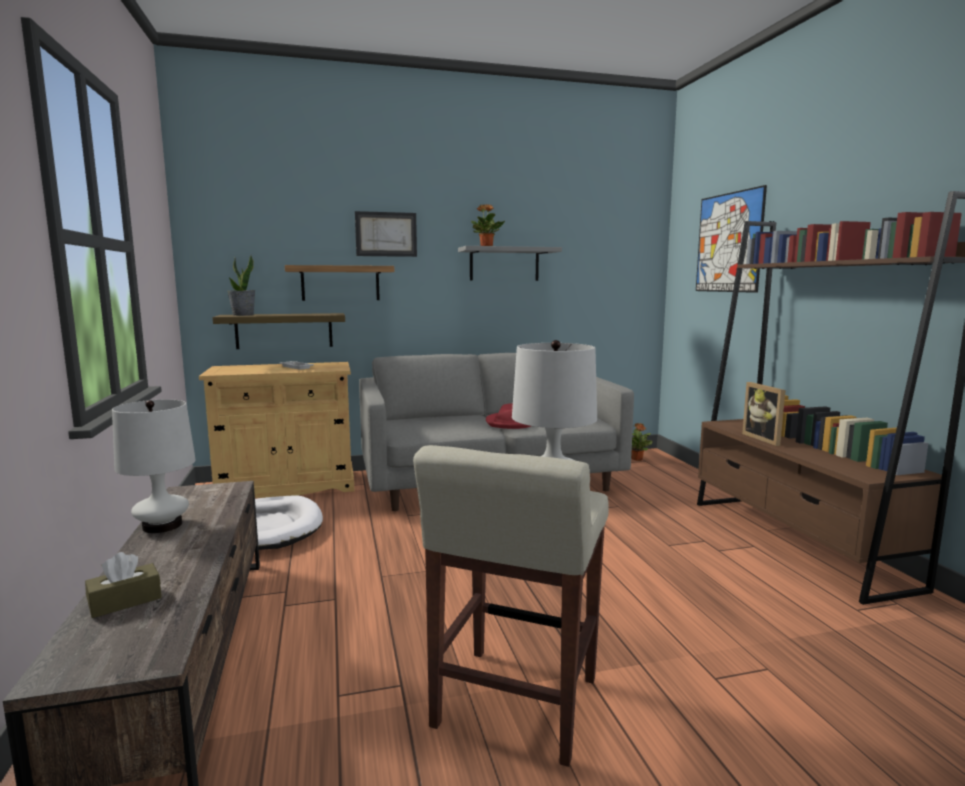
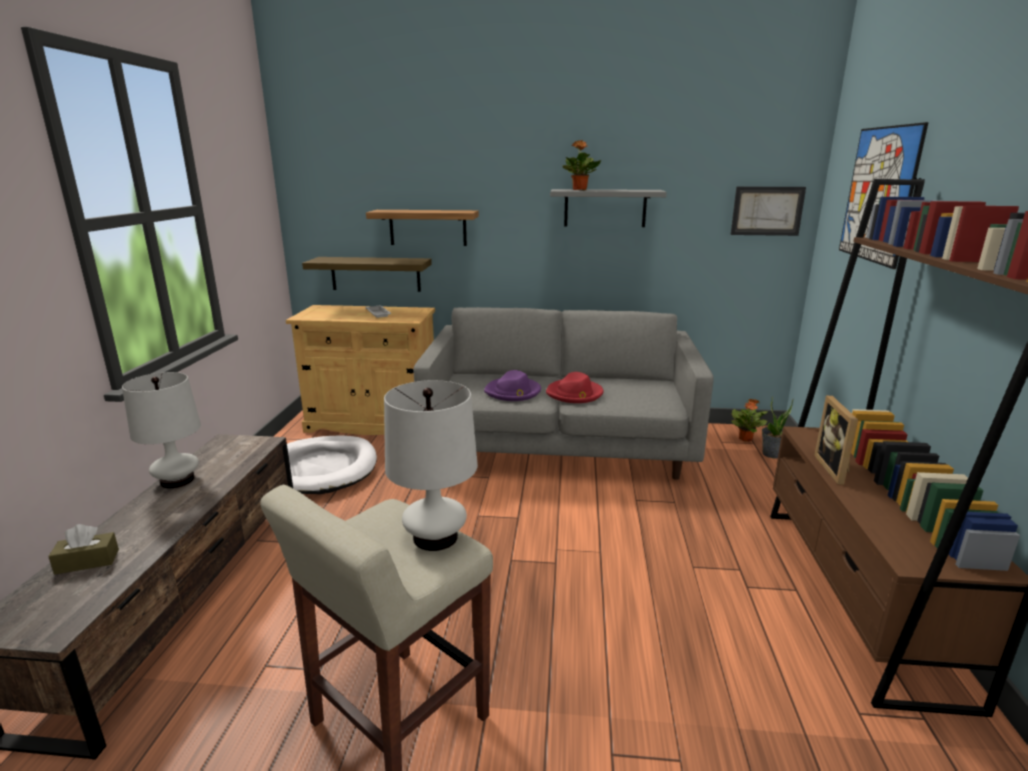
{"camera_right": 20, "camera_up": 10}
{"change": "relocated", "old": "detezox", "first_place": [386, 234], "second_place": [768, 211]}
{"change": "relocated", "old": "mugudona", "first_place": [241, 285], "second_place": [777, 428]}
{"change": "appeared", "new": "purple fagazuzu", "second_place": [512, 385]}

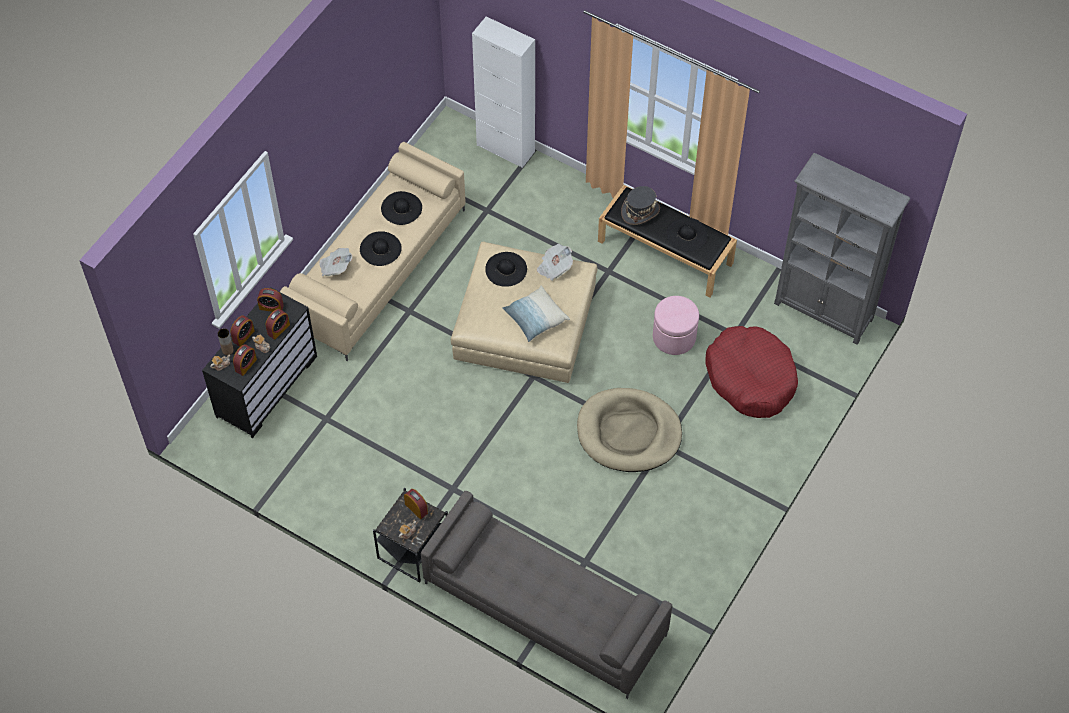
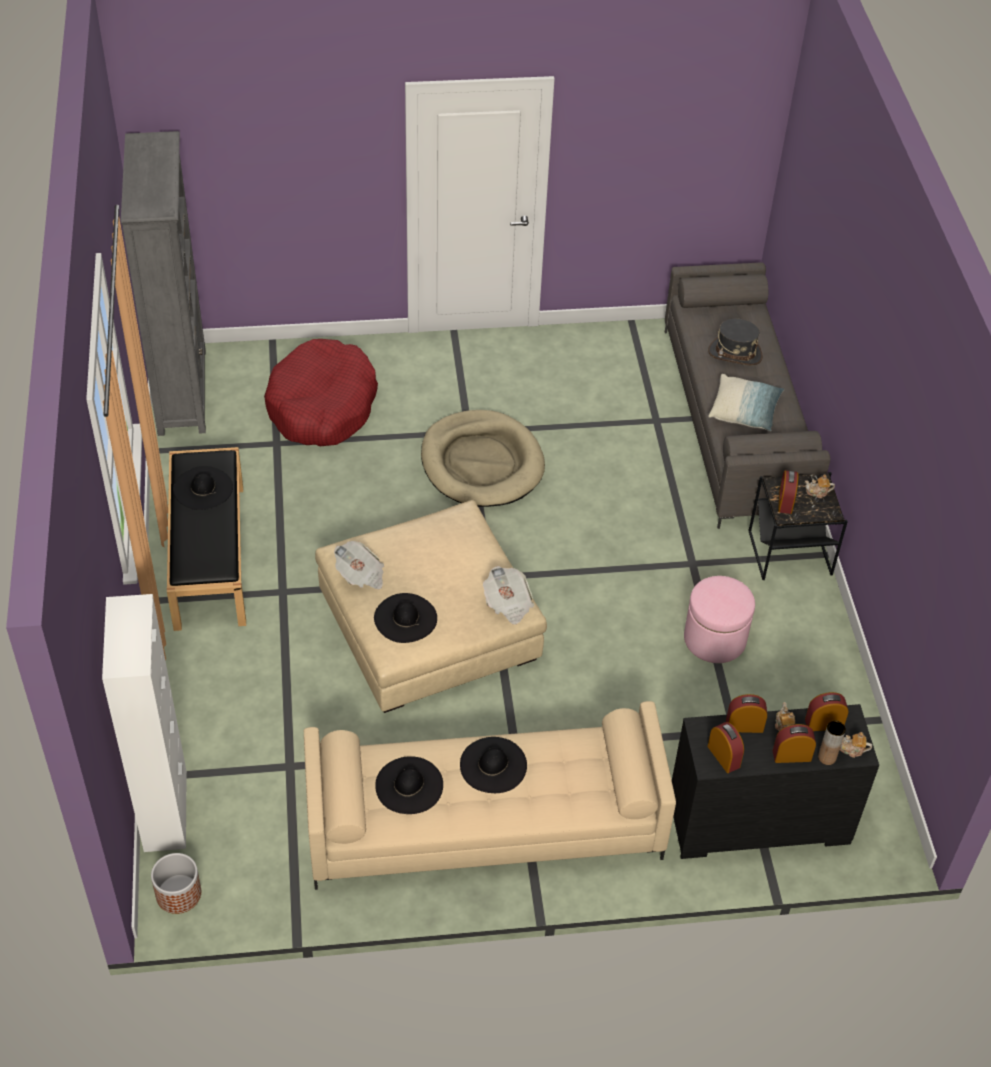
{"camera_right": -130, "camera_up": -10}
{"change": "relocated", "old": "grey fagazuzu", "first_place": [640, 205], "second_place": [735, 342]}
{"change": "relocated", "old": "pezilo", "first_place": [335, 262], "second_place": [508, 595]}
{"change": "relocated", "old": "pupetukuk", "first_place": [536, 314], "second_place": [746, 402]}
{"change": "relocated", "old": "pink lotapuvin", "first_place": [676, 325], "second_place": [719, 619]}
{"change": "appeared", "new": "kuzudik", "second_place": [176, 883]}

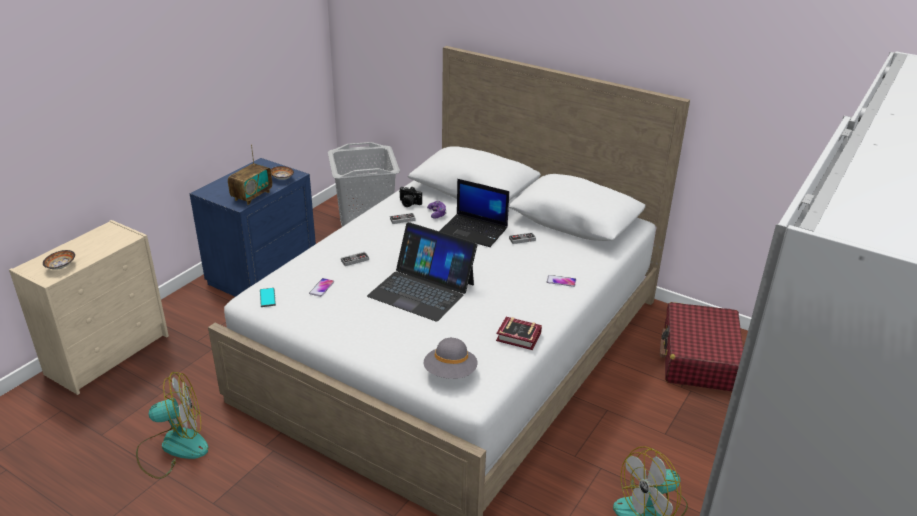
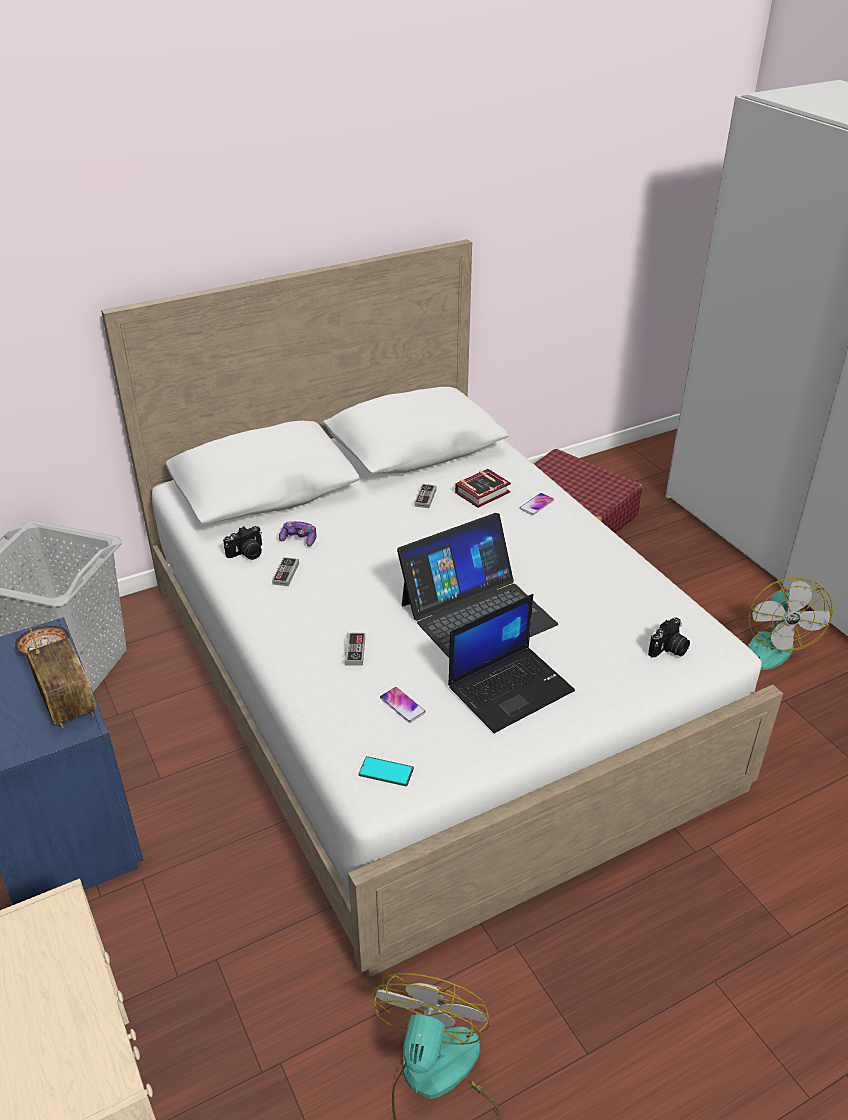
{"camera_right": -60, "camera_up": 5}
{"change": "relocated", "old": "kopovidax", "first_place": [474, 213], "second_place": [511, 663]}
{"change": "missing", "old": "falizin", "first_place": [59, 260]}
{"change": "relocated", "old": "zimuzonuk", "first_place": [519, 333], "second_place": [483, 488]}
{"change": "exchanged", "old": "grey fagazuzu", "new": "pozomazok", "first_place": [450, 358], "second_place": [669, 637]}

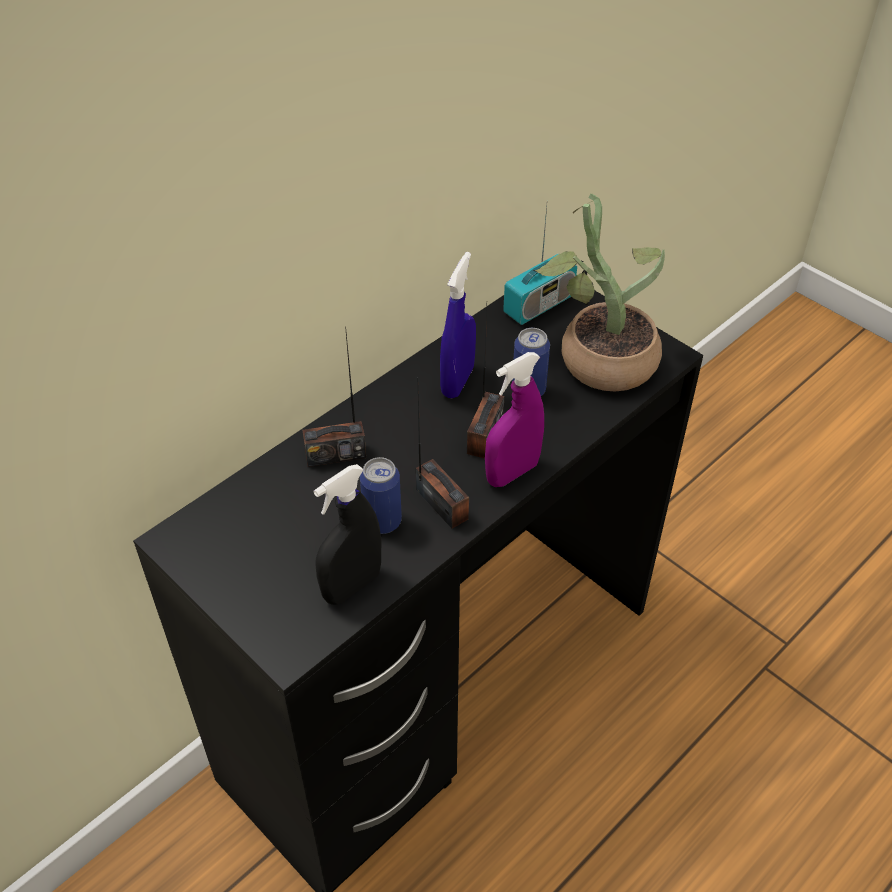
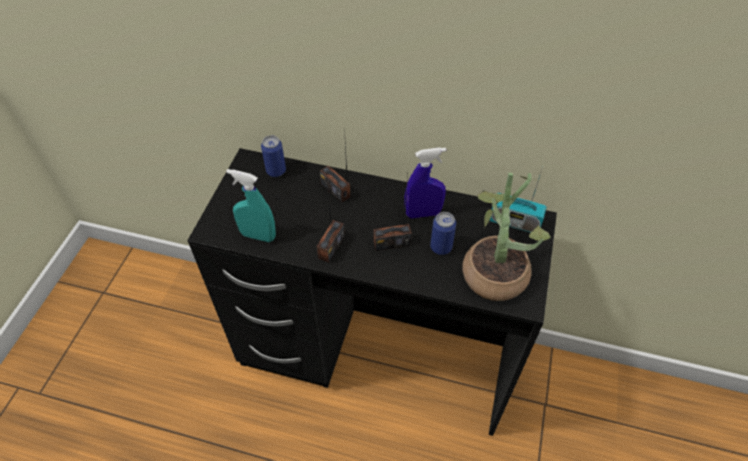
{"camera_right": 60, "camera_up": 5}
{"change": "missing", "old": "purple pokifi", "first_place": [514, 419]}
{"change": "relocated", "old": "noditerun", "first_place": [381, 495], "second_place": [273, 156]}
{"change": "colour", "old": "black pokifi", "new": "turquoise pokifi", "first_place": [347, 534], "second_place": [251, 205]}

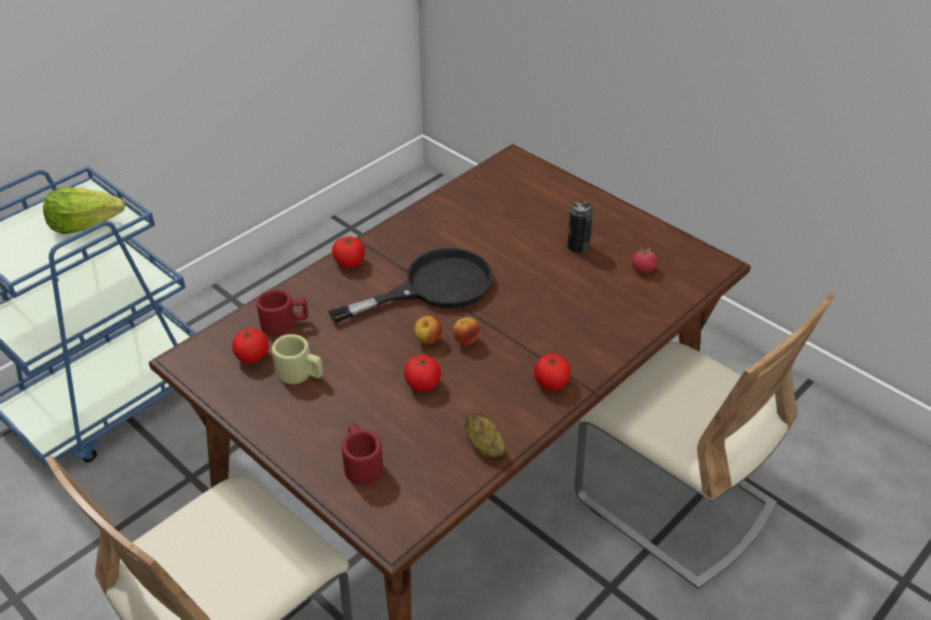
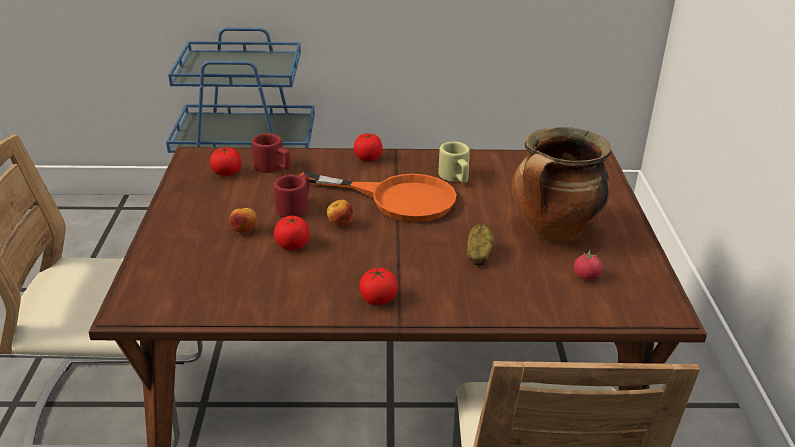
{"camera_right": 45, "camera_up": -10}
{"change": "missing", "old": "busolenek", "first_place": [84, 210]}
{"change": "exchanged", "old": "noditerun", "new": "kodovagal", "first_place": [580, 227], "second_place": [561, 185]}
{"change": "colour", "old": "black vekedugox", "new": "orange vekedugox", "first_place": [410, 285], "second_place": [378, 197]}
{"change": "relocated", "old": "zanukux", "first_place": [466, 331], "second_place": [243, 220]}
{"change": "relocated", "old": "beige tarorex", "first_place": [297, 359], "second_place": [454, 162]}
{"change": "relocated", "old": "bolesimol", "first_place": [486, 437], "second_place": [480, 245]}
{"change": "relocated", "old": "red tarorex", "first_place": [362, 454], "second_place": [291, 195]}

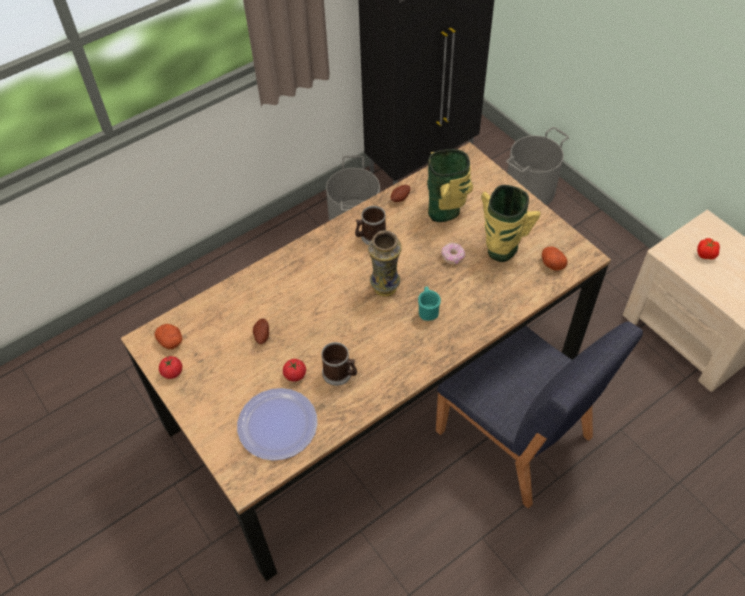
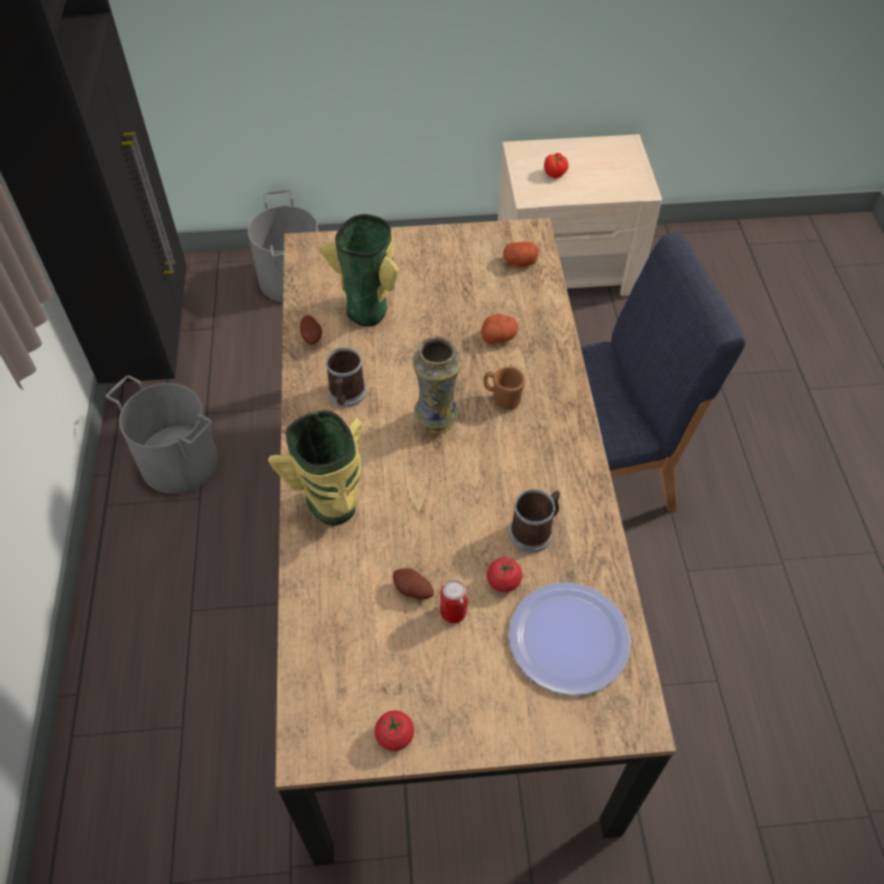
{"camera_right": -60, "camera_up": 0}
{"change": "relocated", "old": "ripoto", "first_place": [511, 223], "second_place": [315, 467]}
{"change": "missing", "old": "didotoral", "first_place": [453, 253]}
{"change": "colour", "old": "turquoise tarorex", "new": "brown tarorex", "first_place": [429, 304], "second_place": [504, 388]}
{"change": "relocated", "old": "bolesimol", "first_place": [168, 336], "second_place": [499, 329]}
{"change": "appeared", "new": "noditerun", "second_place": [454, 601]}

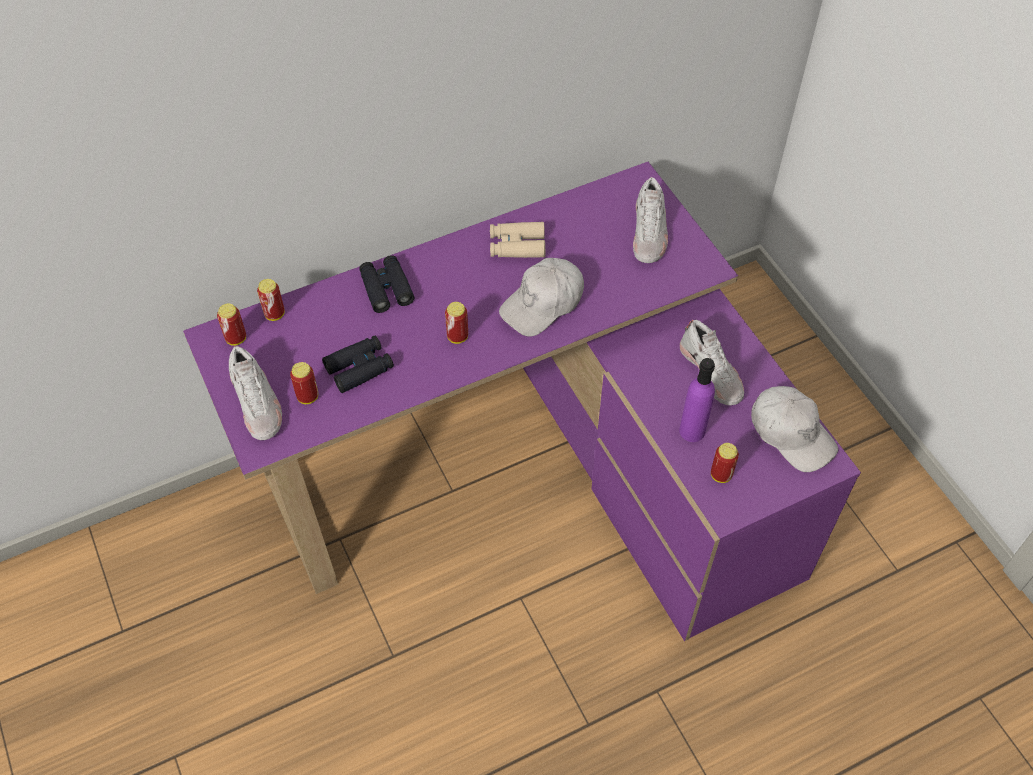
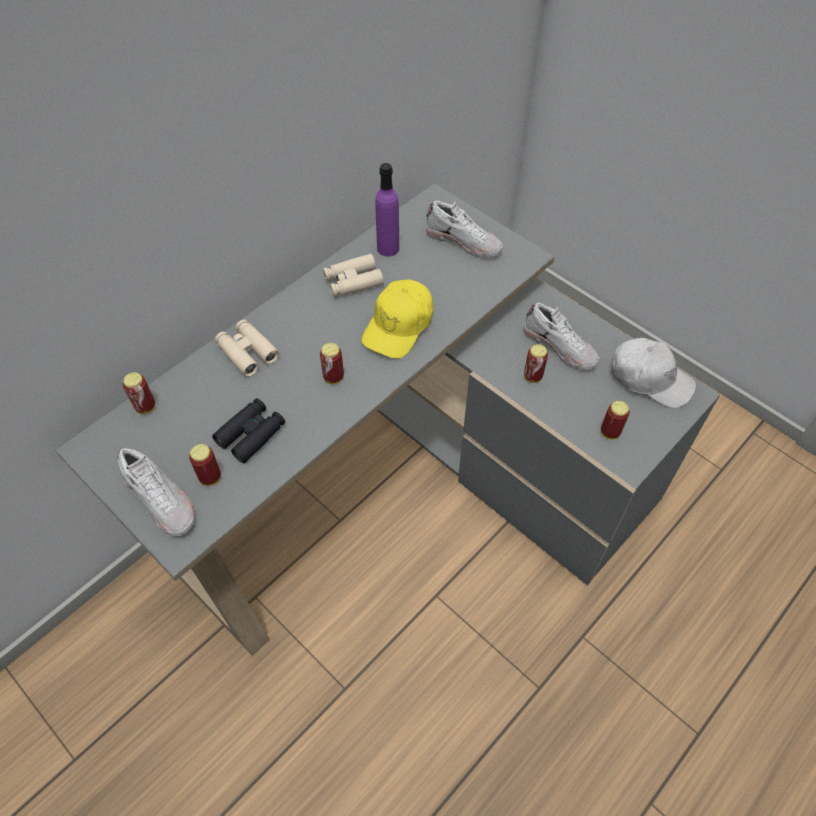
{"camera_right": -20, "camera_up": 0}
{"change": "colour", "old": "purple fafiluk", "new": "grey fafiluk", "first_place": [522, 401], "second_place": [388, 419]}
{"change": "spun", "old": "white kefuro", "first_place": [650, 220], "second_place": [464, 229], "degrees": -45}
{"change": "colour", "old": "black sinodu", "new": "beige sinodu", "first_place": [387, 284], "second_place": [247, 348]}
{"change": "colour", "old": "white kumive", "new": "yellow kumive", "first_place": [541, 297], "second_place": [397, 319]}
{"change": "relocated", "old": "noditerun", "first_place": [231, 325], "second_place": [536, 363]}
{"change": "relocated", "old": "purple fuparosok", "first_place": [697, 400], "second_place": [387, 210]}

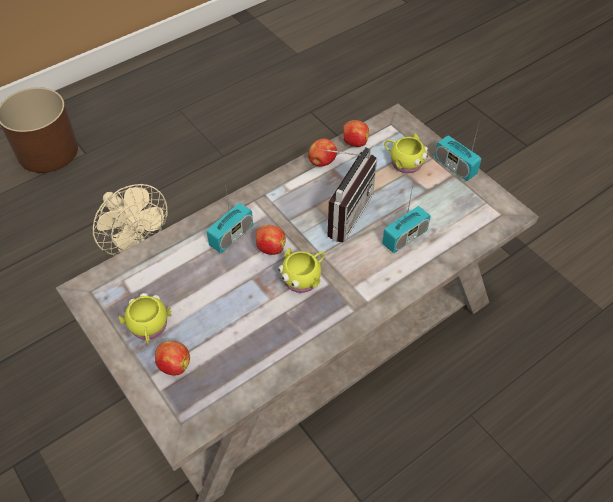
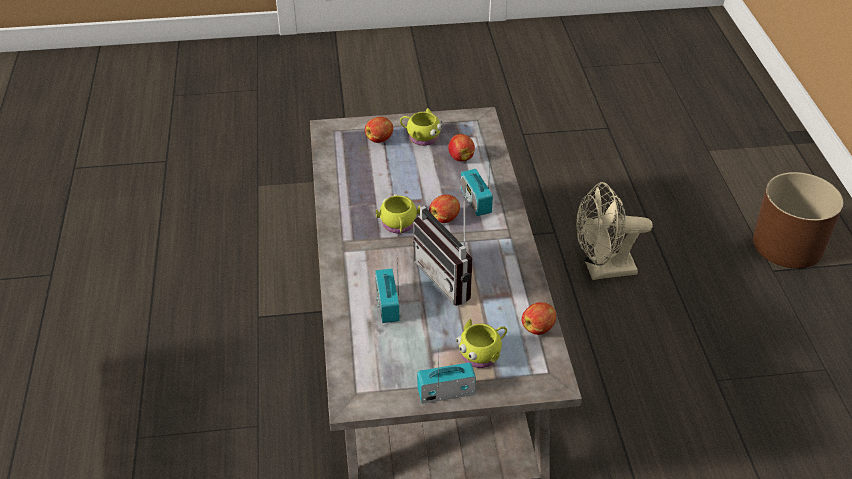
{"camera_right": 120, "camera_up": -10}
{"change": "relocated", "old": "zanukux", "first_place": [322, 152], "second_place": [461, 148]}

